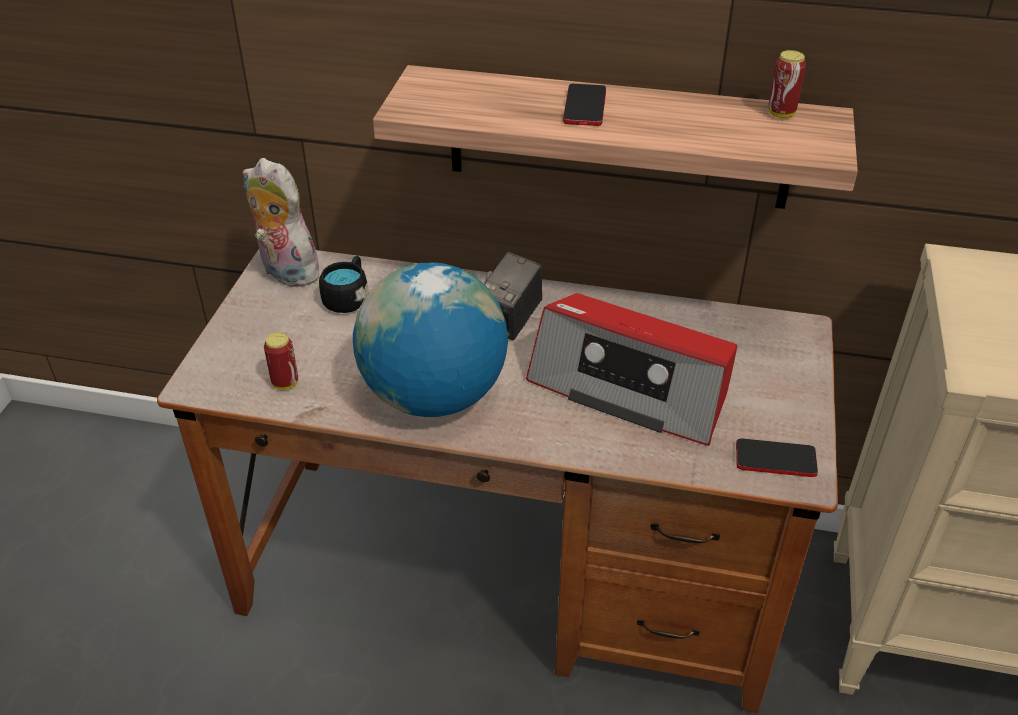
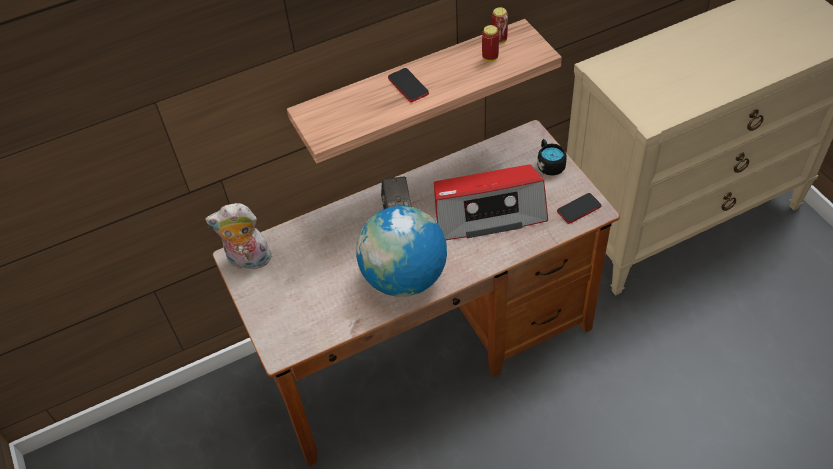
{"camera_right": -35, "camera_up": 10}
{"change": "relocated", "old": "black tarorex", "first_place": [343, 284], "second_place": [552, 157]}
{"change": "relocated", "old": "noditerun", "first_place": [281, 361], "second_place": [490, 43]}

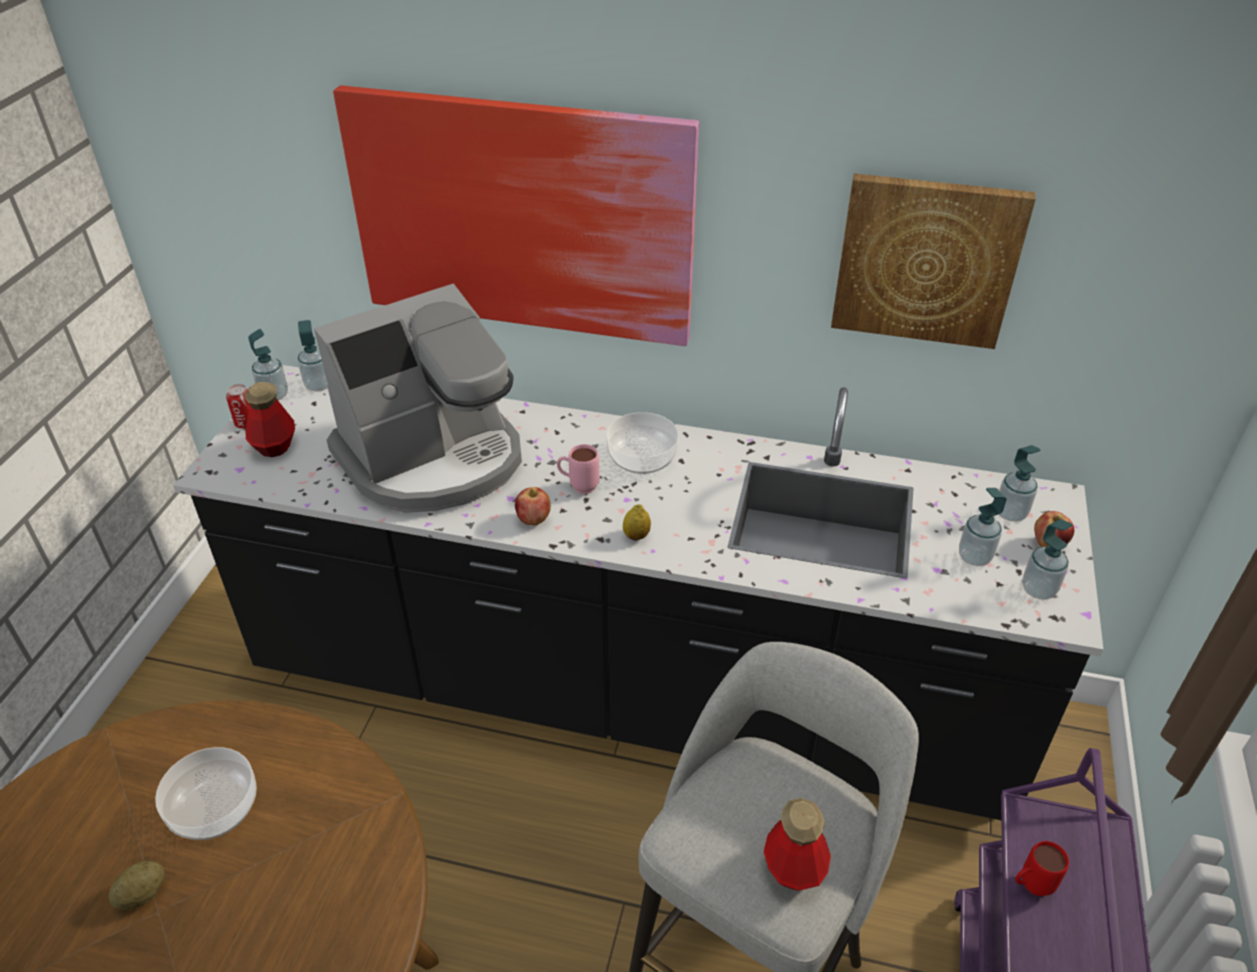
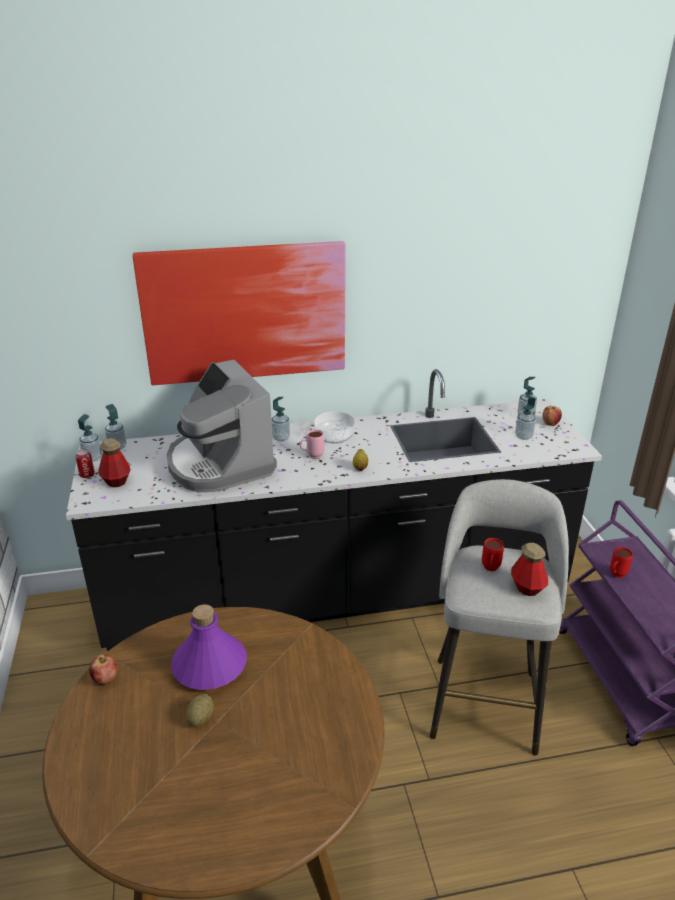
{"camera_right": -25, "camera_up": -10}
{"change": "missing", "old": "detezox", "first_place": [933, 261]}
{"change": "spun", "old": "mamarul", "first_place": [418, 398], "second_place": [222, 426], "degrees": 120}
{"change": "relocated", "old": "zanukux", "first_place": [533, 506], "second_place": [103, 669]}
{"change": "relocated", "old": "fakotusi", "first_place": [1047, 559], "second_place": [281, 419]}
{"change": "exchanged", "old": "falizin", "new": "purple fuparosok", "first_place": [206, 793], "second_place": [209, 647]}
{"change": "appeared", "new": "red tarorex", "second_place": [493, 554]}

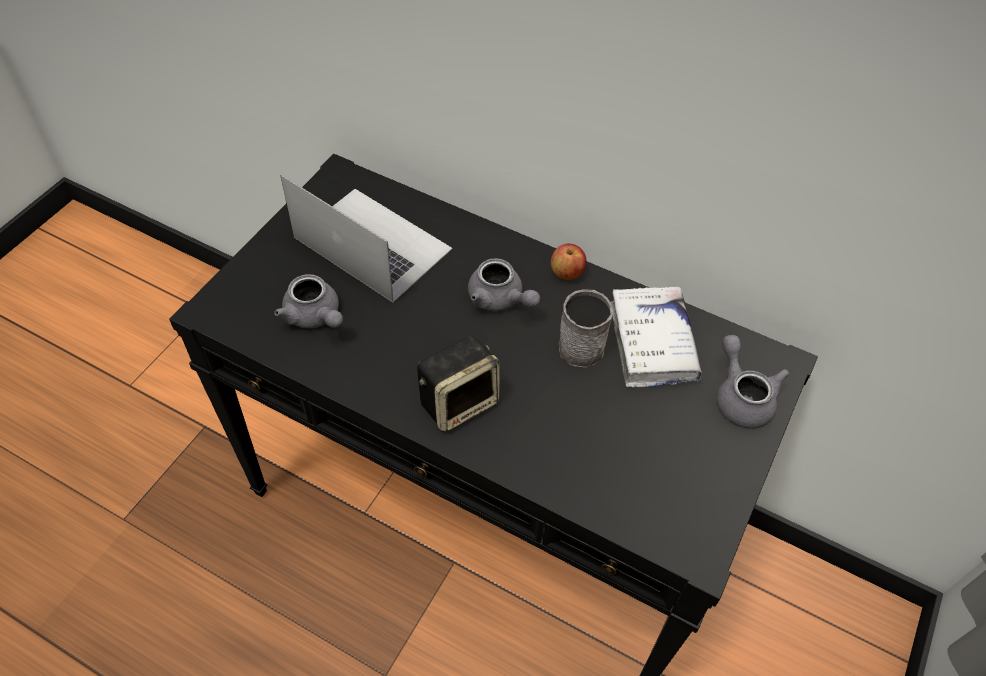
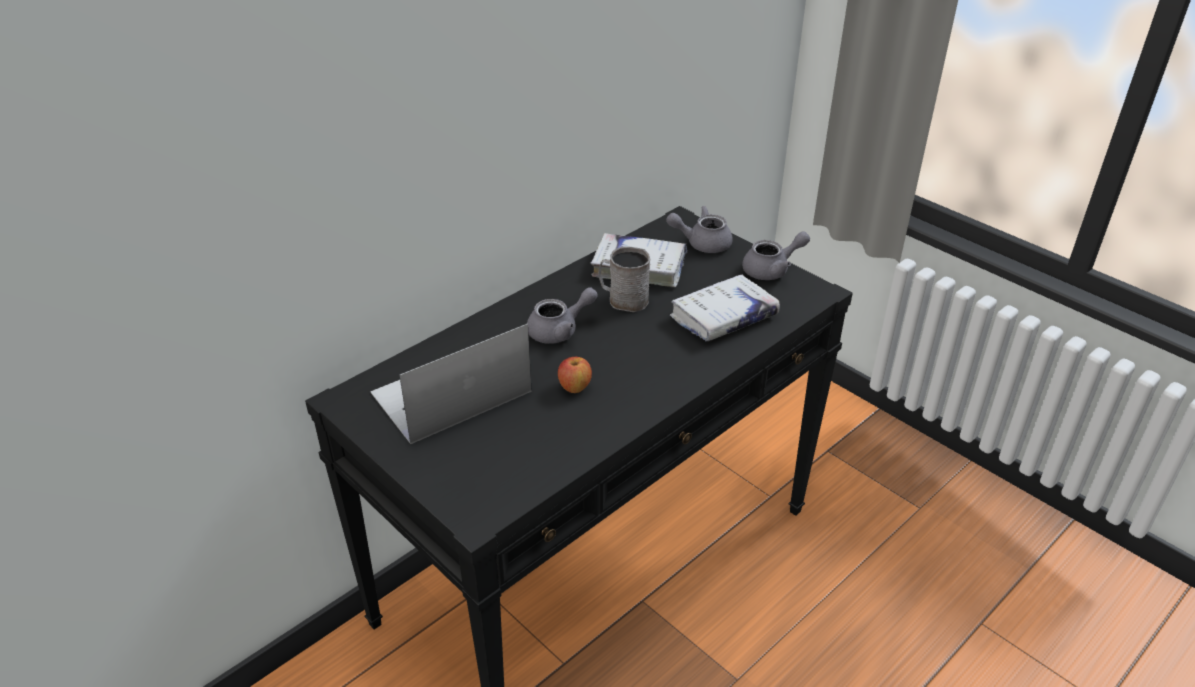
{"camera_right": -70, "camera_up": -15}
{"change": "relocated", "old": "zanukux", "first_place": [569, 262], "second_place": [575, 375]}
{"change": "relocated", "old": "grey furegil", "first_place": [308, 301], "second_place": [776, 255]}
{"change": "missing", "old": "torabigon", "first_place": [458, 383]}
{"change": "appeared", "new": "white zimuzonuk", "second_place": [725, 307]}

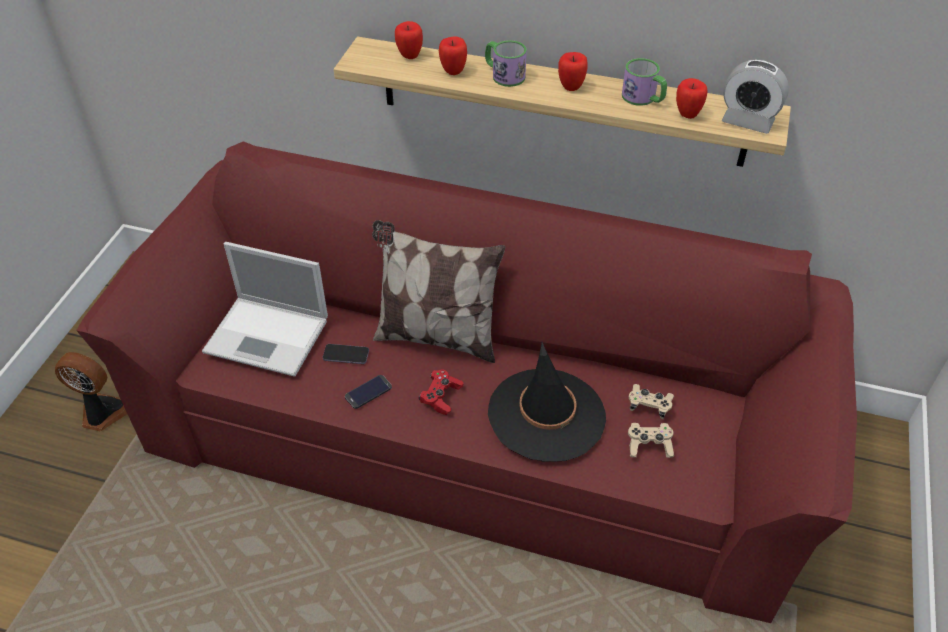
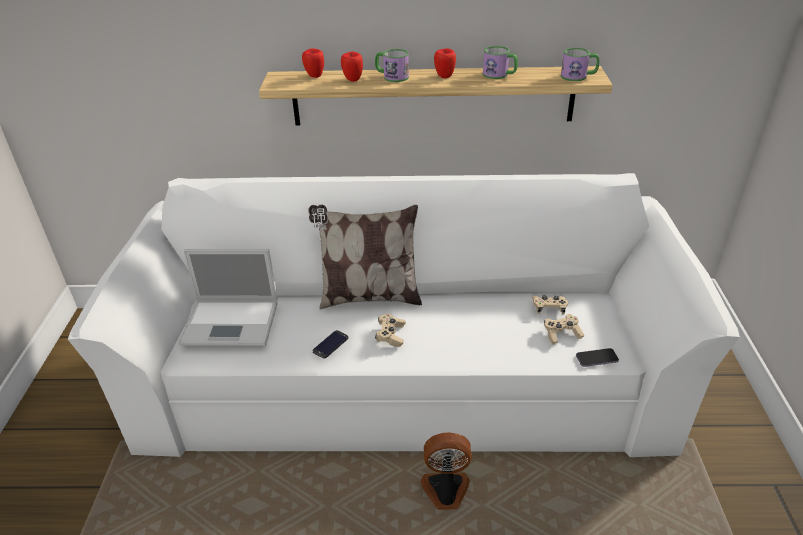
{"camera_right": -15, "camera_up": -10}
{"change": "exchanged", "old": "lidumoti", "new": "tarorex", "first_place": [755, 97], "second_place": [580, 64]}
{"change": "missing", "old": "zanukux", "first_place": [692, 98]}
{"change": "colour", "old": "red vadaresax", "new": "white vadaresax", "first_place": [466, 382], "second_place": [404, 315]}
{"change": "missing", "old": "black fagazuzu", "first_place": [547, 402]}
{"change": "relocated", "old": "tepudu", "first_place": [346, 354], "second_place": [597, 357]}
{"change": "relocated", "old": "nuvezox", "first_place": [91, 391], "second_place": [446, 471]}
{"change": "colour", "old": "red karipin", "new": "beige karipin", "first_place": [441, 392], "second_place": [390, 330]}

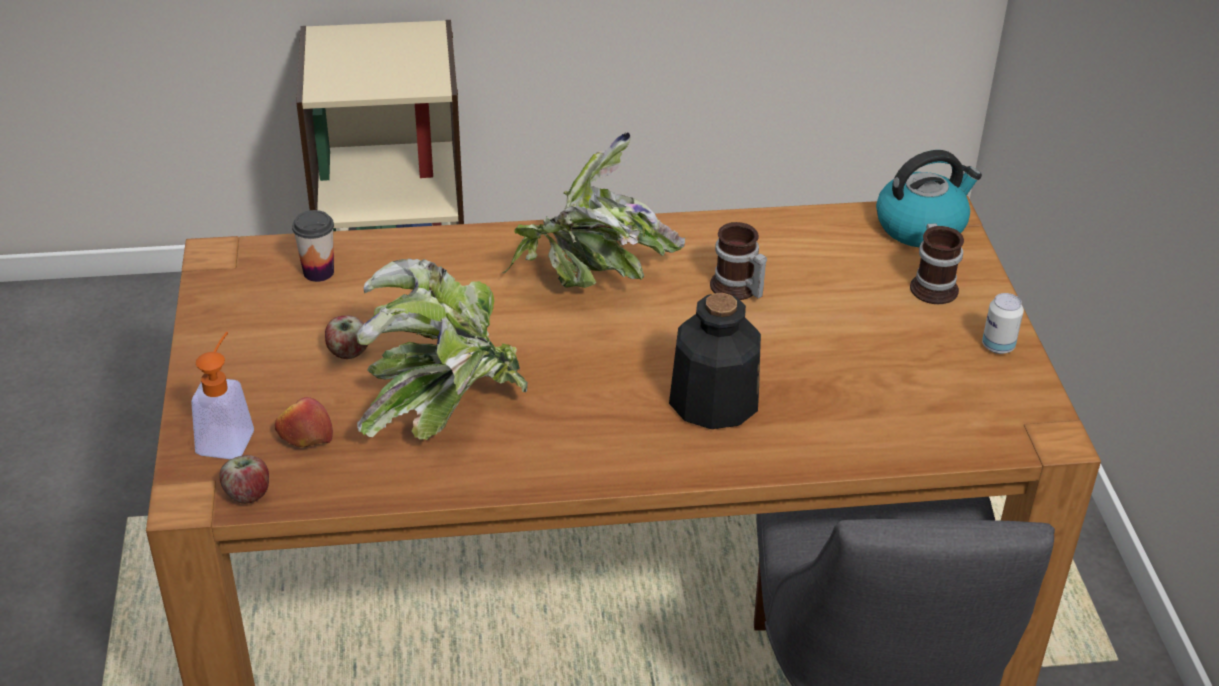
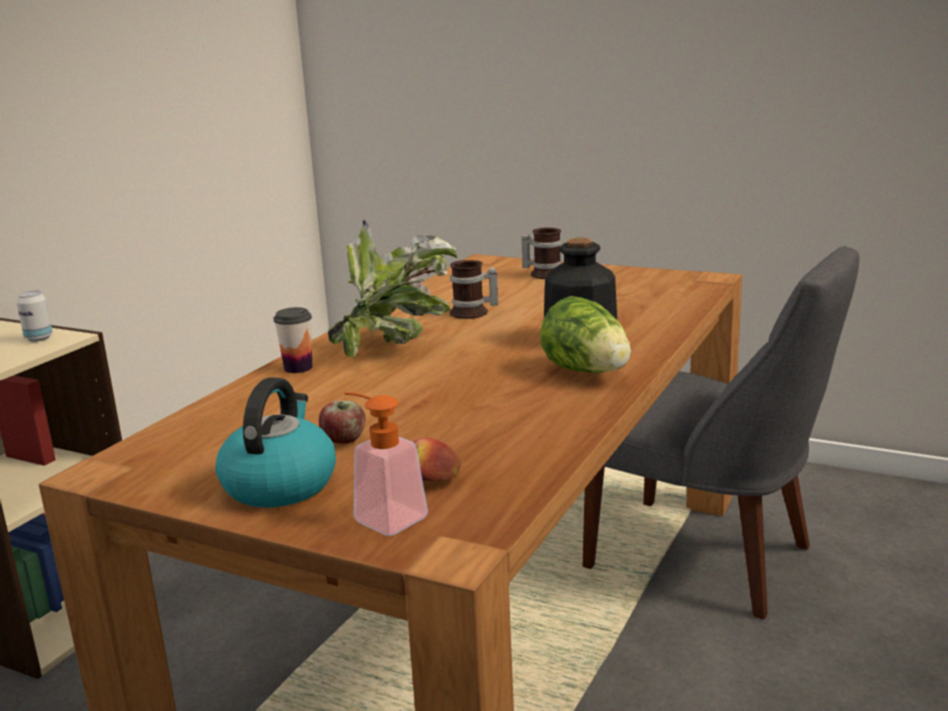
{"camera_right": -55, "camera_up": -20}
{"change": "relocated", "old": "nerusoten", "first_place": [929, 198], "second_place": [275, 442]}
{"change": "relocated", "old": "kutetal", "first_place": [313, 246], "second_place": [292, 340]}
{"change": "missing", "old": "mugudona", "first_place": [442, 349]}
{"change": "relocated", "old": "noditerun", "first_place": [1003, 323], "second_place": [34, 316]}
{"change": "missing", "old": "zanukux", "first_place": [244, 479]}
{"change": "appeared", "new": "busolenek", "second_place": [585, 334]}

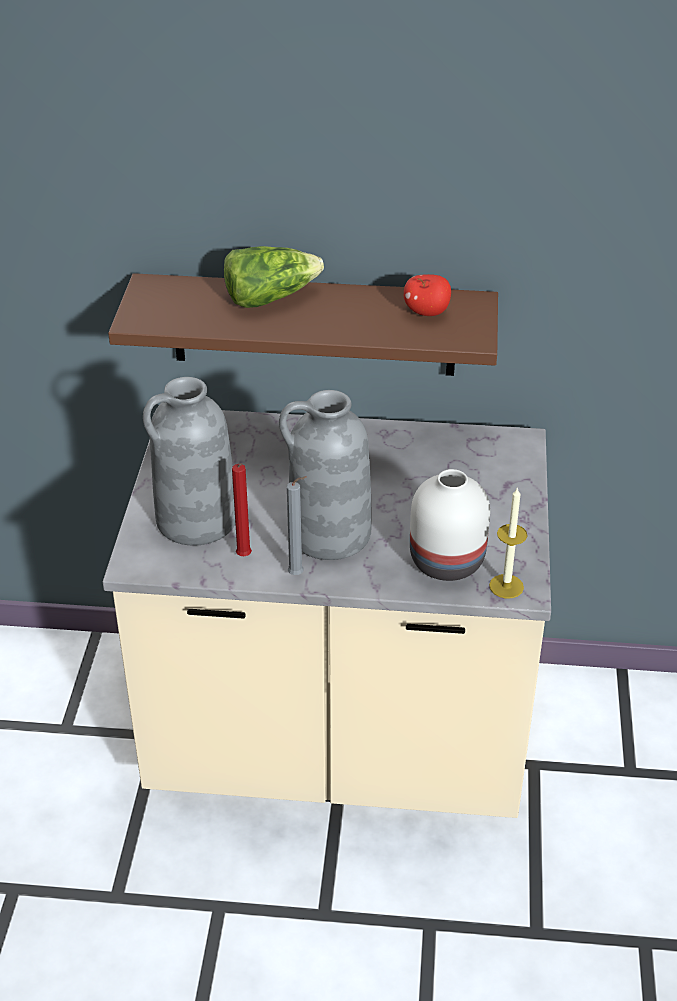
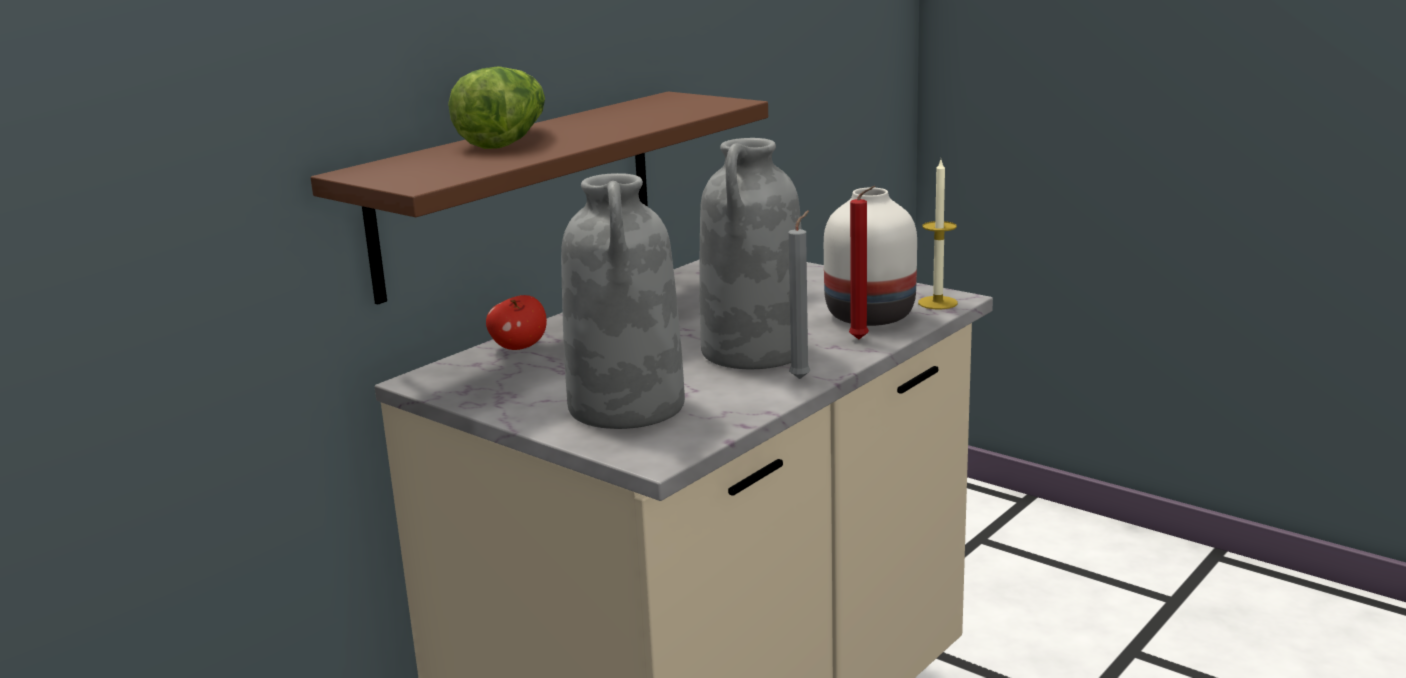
{"camera_right": -55, "camera_up": -20}
{"change": "relocated", "old": "zanukux", "first_place": [427, 295], "second_place": [516, 322]}
{"change": "relocated", "old": "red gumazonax", "first_place": [242, 509], "second_place": [862, 263]}

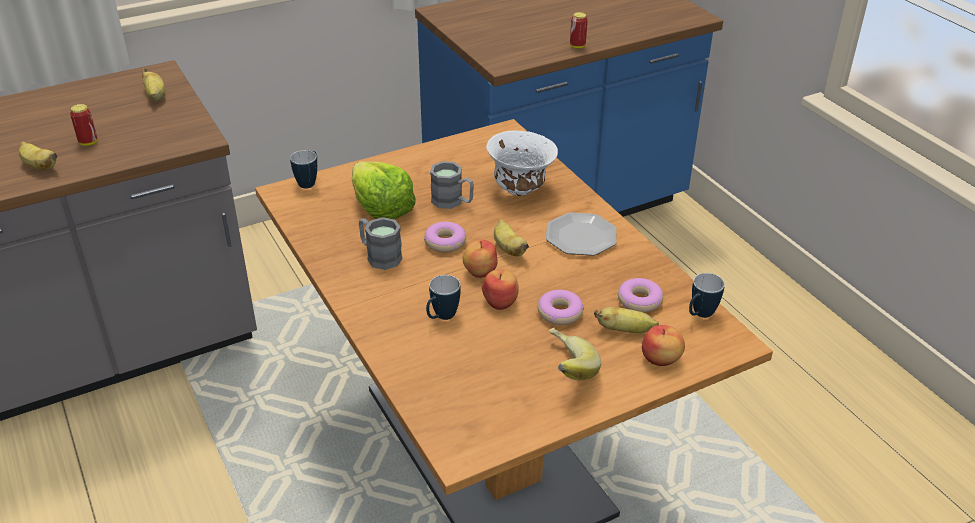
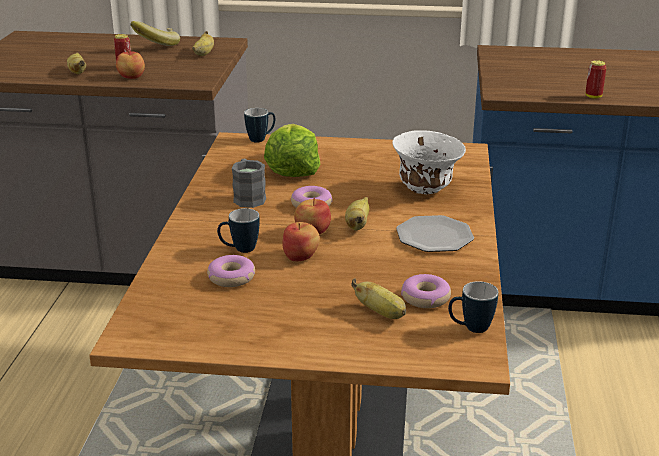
{"camera_right": 35, "camera_up": -10}
{"change": "missing", "old": "grey tarorex", "first_place": [452, 185]}
{"change": "relocated", "old": "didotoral", "first_place": [560, 307], "second_place": [231, 271]}
{"change": "relocated", "old": "zanukux", "first_place": [663, 345], "second_place": [130, 64]}
{"change": "relocated", "old": "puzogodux", "first_place": [575, 354], "second_place": [155, 33]}

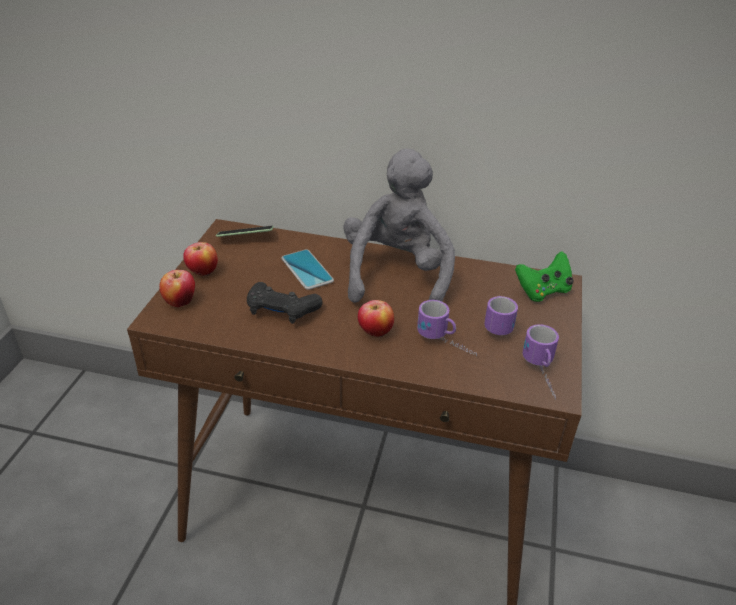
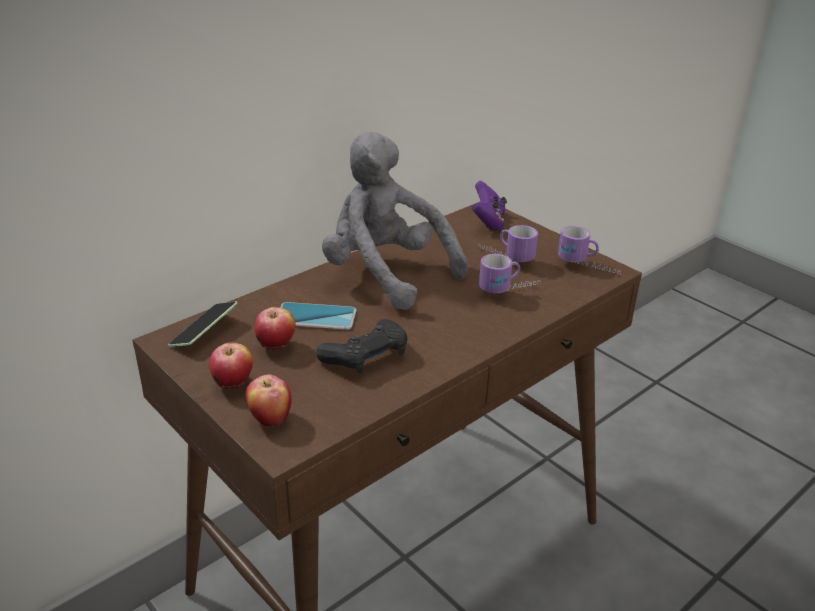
{"camera_right": -55, "camera_up": -5}
{"change": "colour", "old": "green karipin", "new": "purple karipin", "first_place": [544, 276], "second_place": [489, 206]}
{"change": "relocated", "old": "zanukux", "first_place": [376, 319], "second_place": [275, 328]}

